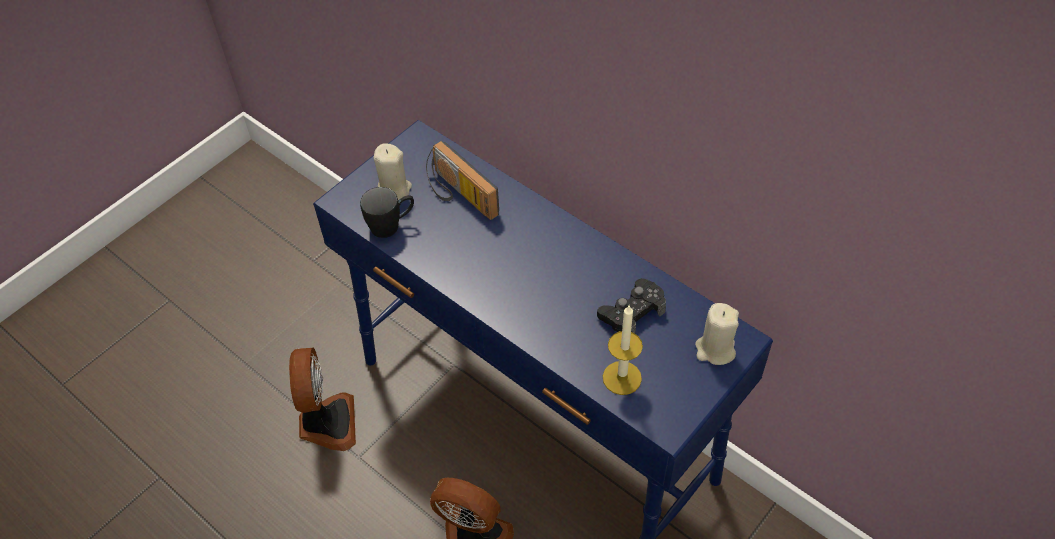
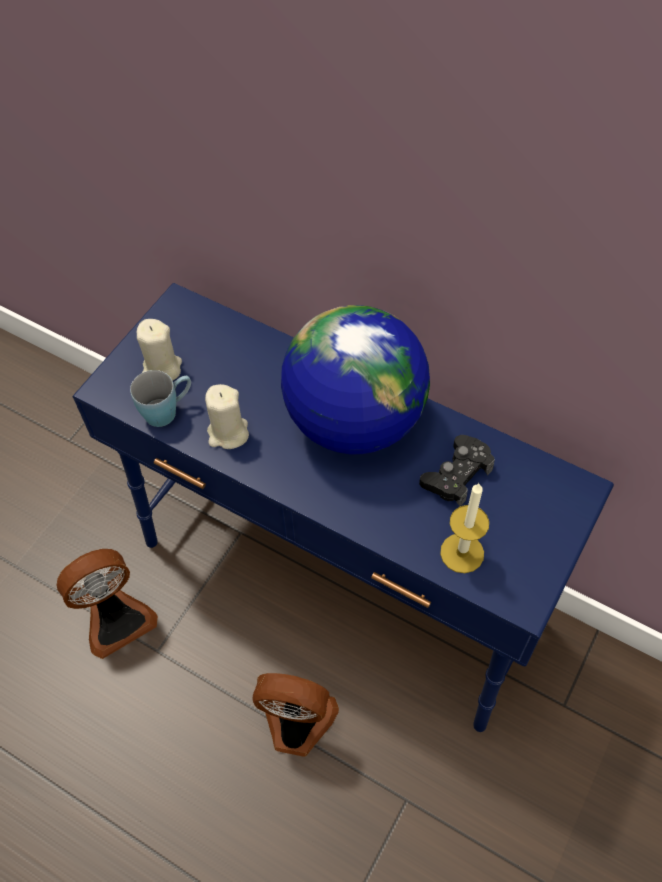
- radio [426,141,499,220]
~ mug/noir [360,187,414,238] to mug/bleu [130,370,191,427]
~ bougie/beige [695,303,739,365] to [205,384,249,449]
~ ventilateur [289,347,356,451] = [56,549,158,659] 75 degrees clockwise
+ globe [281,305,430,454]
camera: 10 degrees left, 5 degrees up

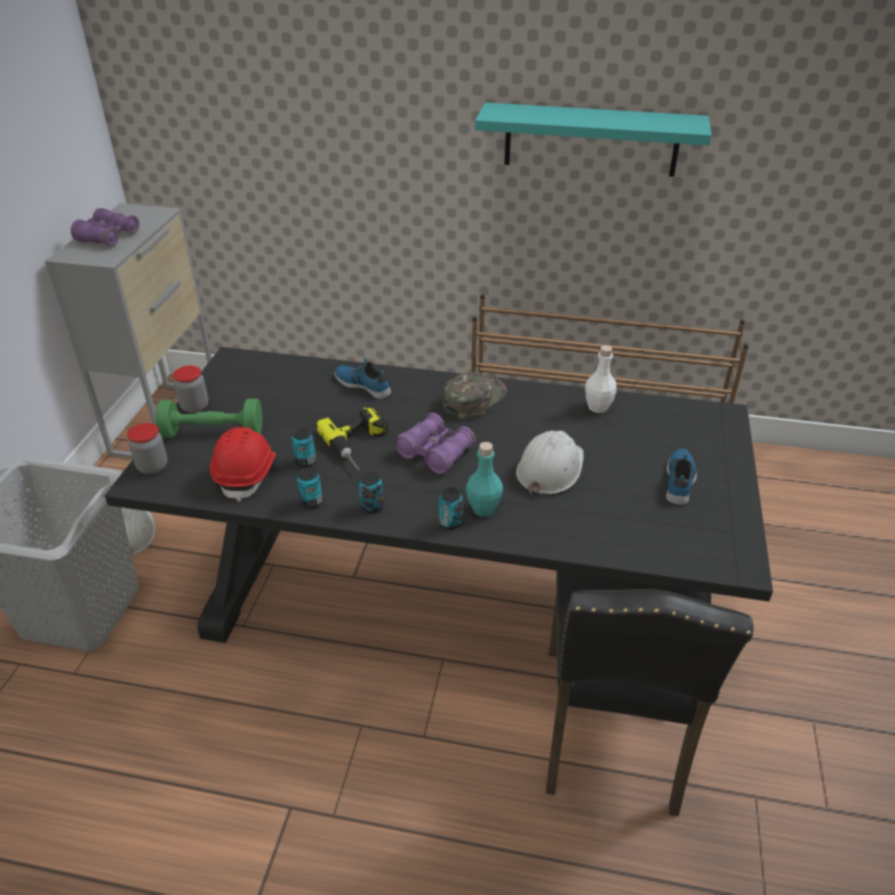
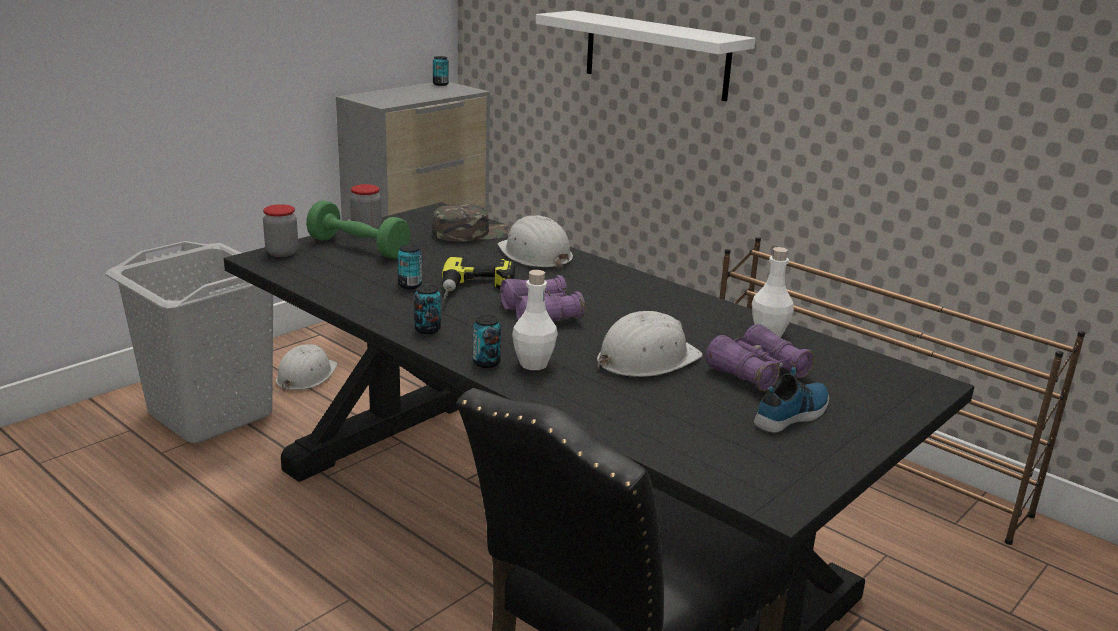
- étagère/turquoise [475,102,712,177]
~ jumelles/violet [71,208,139,246] to [706,324,814,391]
~ chaussure [334,358,391,399] to casque de chantier/blanc [498,215,573,269]
~ casquette/vert [443,373,507,419] to [432,204,512,241]
- casque de chantier/rouge [210,427,276,502]
~ bouteille/turquoise [466,442,503,517] to bouteille/blanc [512,270,558,370]
~ boîte métallique [297,468,323,509] to [433,56,449,86]
+ étagère/blanc [536,10,755,101]
camera: 30 degrees right, 15 degrees down

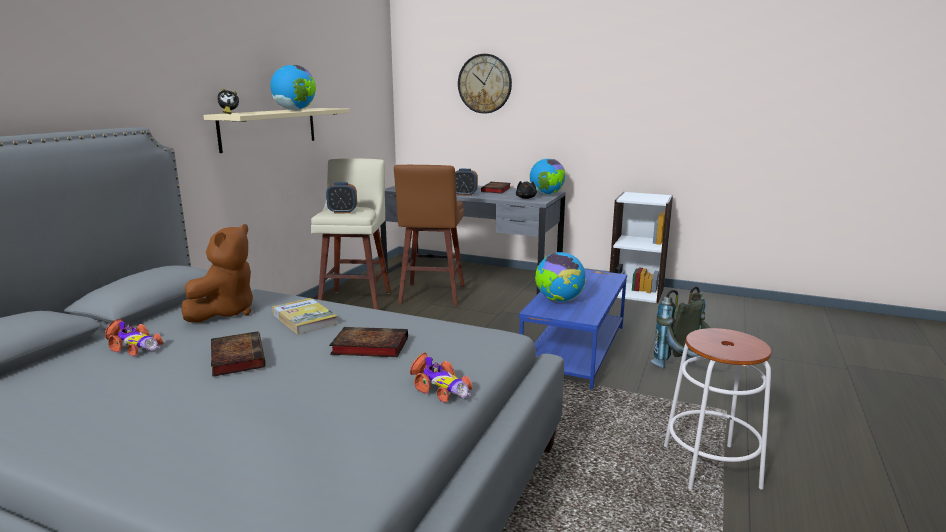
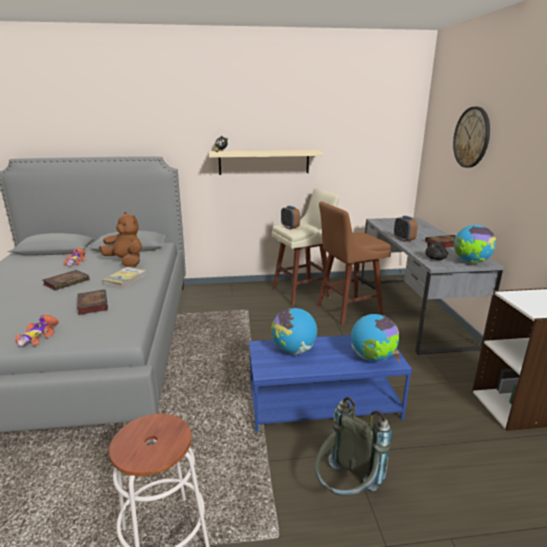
~ globe [270,65,316,110] to [351,314,399,361]
~ peluche/marron [181,224,253,322] = [99,212,142,267] 135 degrees counterclockwise
camera: 60 degrees right, 5 degrees up

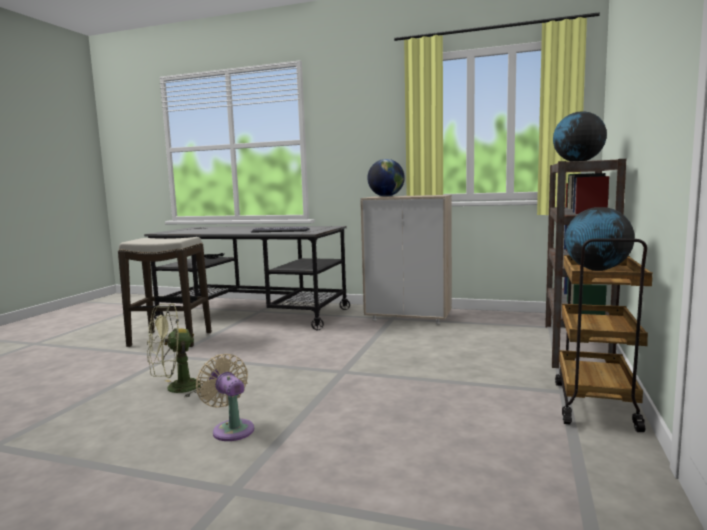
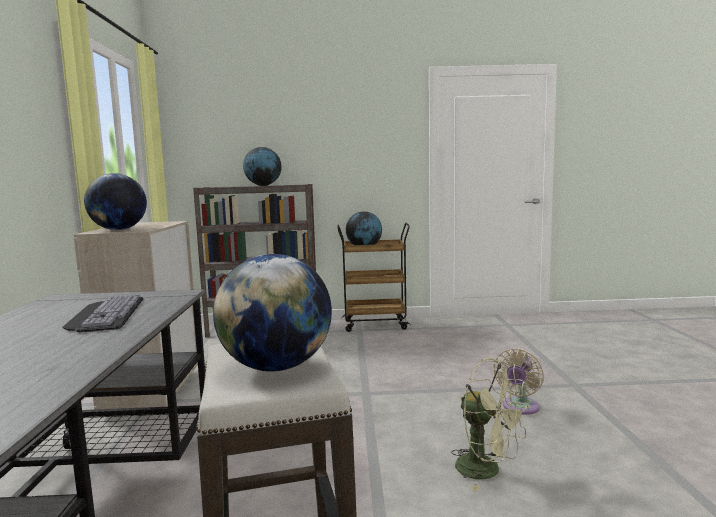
+ globe [213,254,332,372]
camera: 110 degrees left, 0 degrees up

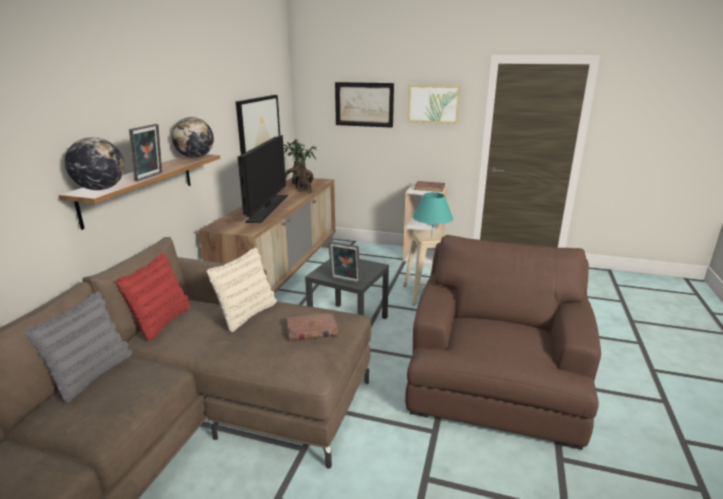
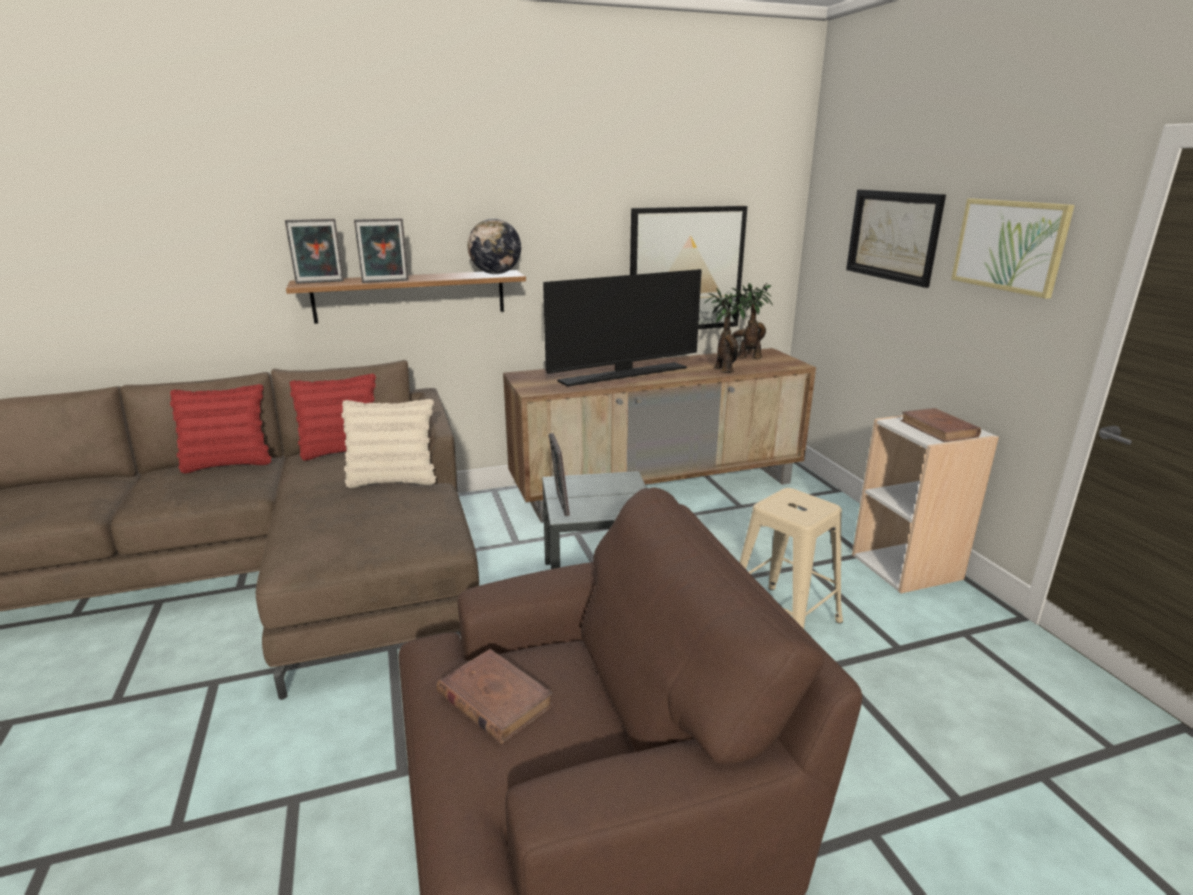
~ globe [65,137,125,190] to cadre photo [285,219,344,284]
- lampe de table/turquoise [413,192,453,238]
~ coussin/gris [24,291,132,403] to coussin/rouge [170,384,272,473]
~ livre/marron [286,312,338,341] to [437,649,554,744]
camera: 55 degrees right, 0 degrees up

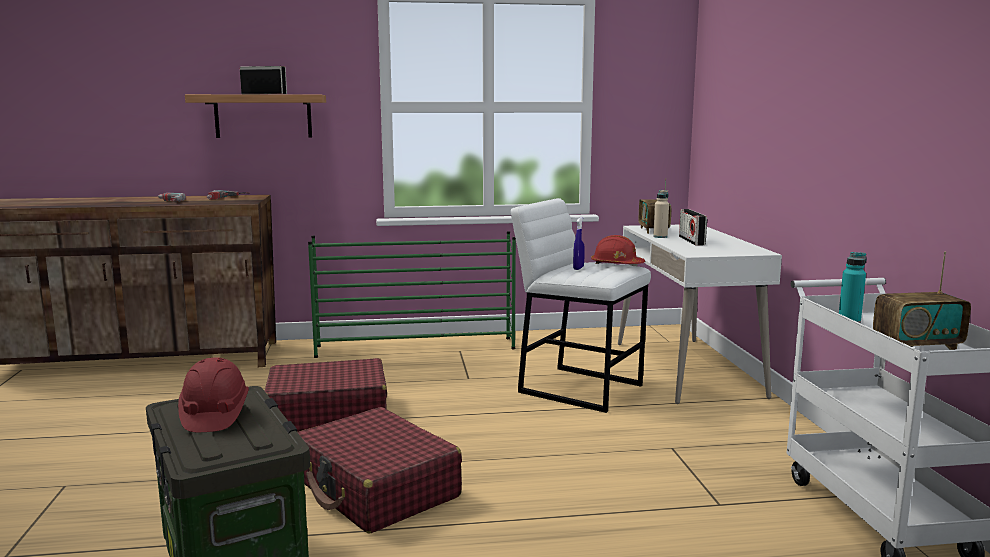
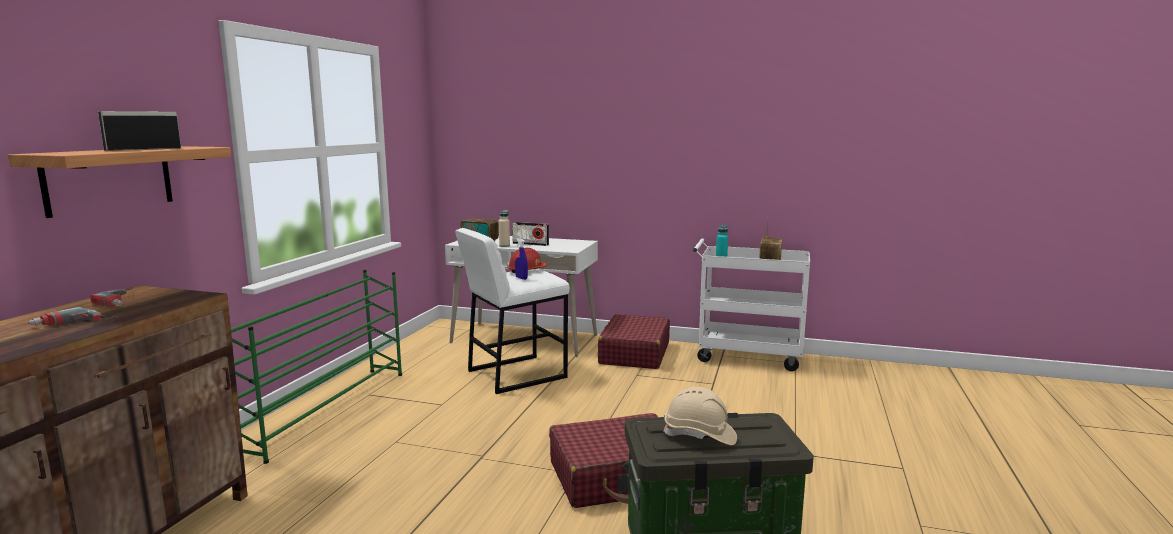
~ casque de chantier/rouge [178,358,249,432] to casque de chantier/beige [663,387,737,445]
~ valise/rouge [265,358,387,432] to [598,314,670,369]
camera: 65 degrees left, 0 degrees up

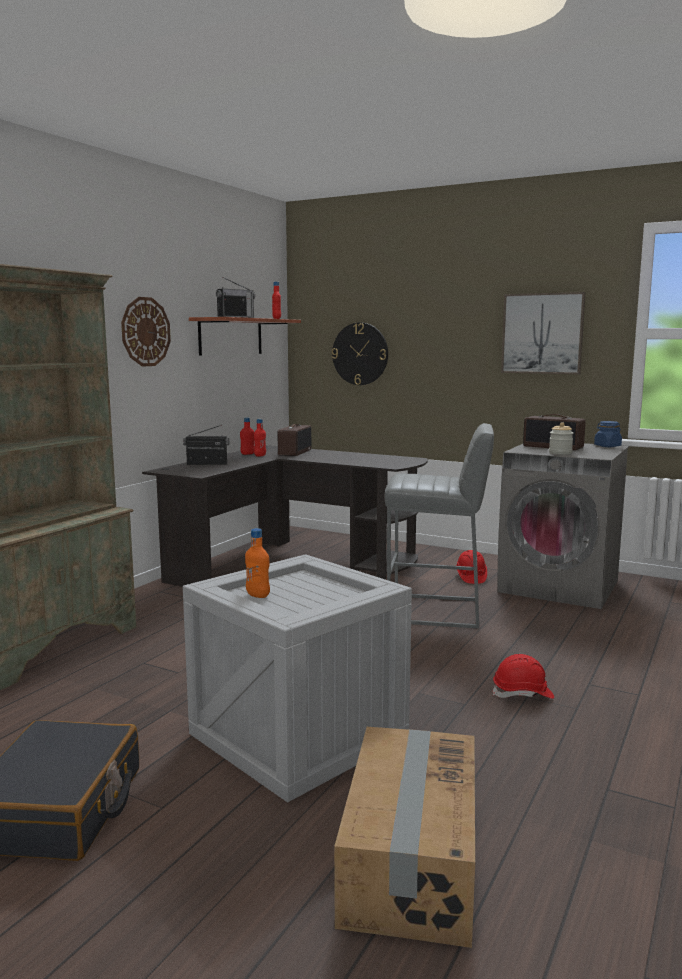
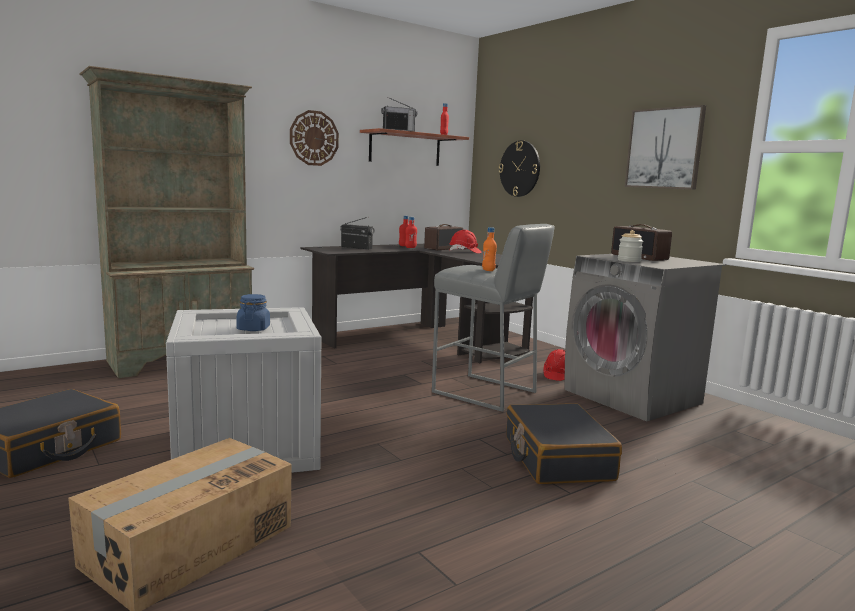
~ bocal/bleu [594,421,622,447] to [236,294,270,331]
~ bouteille/orange [245,528,270,598] to [482,227,497,271]
~ casque de chantier/rouge [493,654,554,699] to [449,230,481,253]
+ valise/noir [506,403,622,484]
camera: 25 degrees right, 0 degrees up

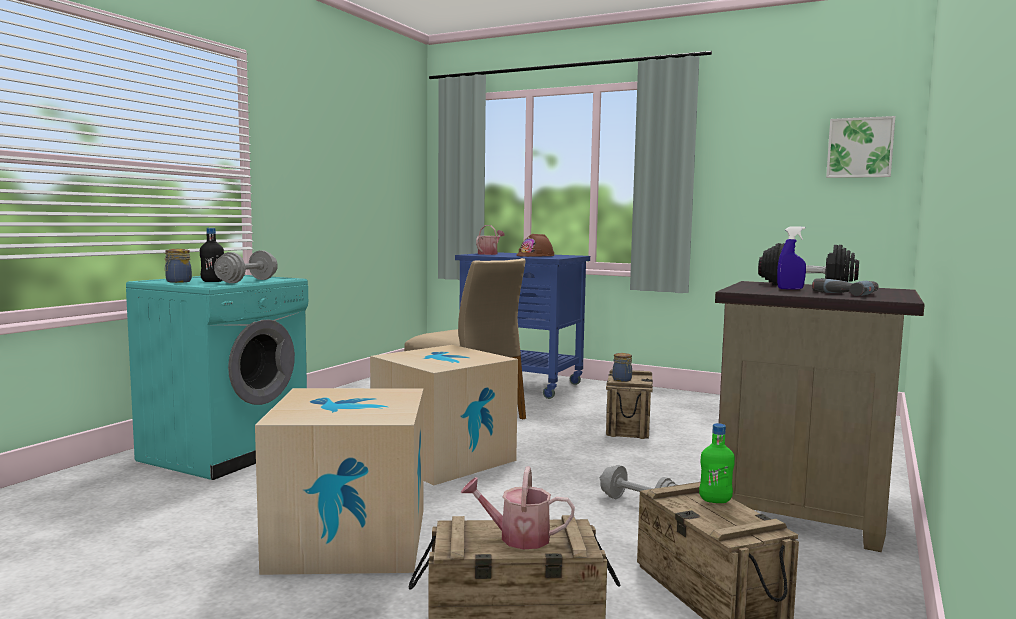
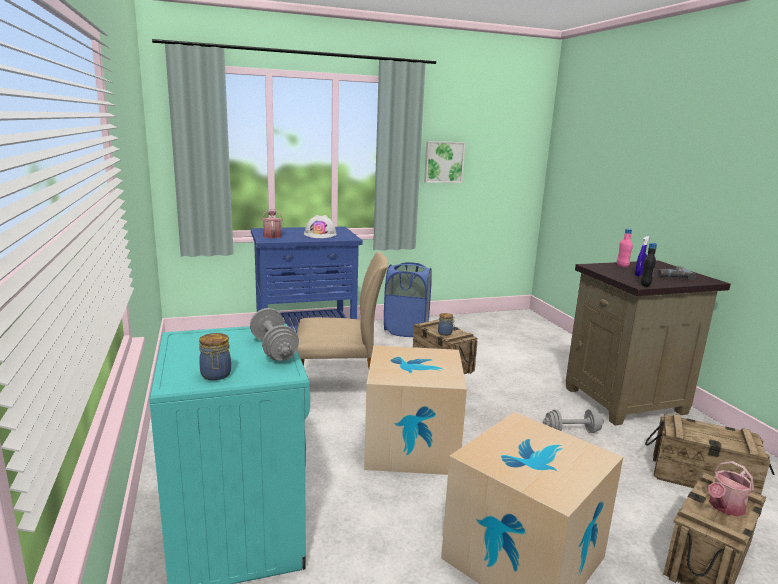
~ tableau [826,116,895,178] to [424,141,466,183]
~ bouteille/noir [200,228,224,282] to [641,243,657,287]
~ casque de chantier/marron [516,234,554,257] to casque de chantier/blanc [304,215,337,238]
~ haltère/noir [758,243,859,286] to bouteille/rose [617,229,633,268]
- bouteille/vert [699,423,735,503]
+ panier à linge/bleu [384,262,432,337]
camera: 45 degrees left, 10 degrees up

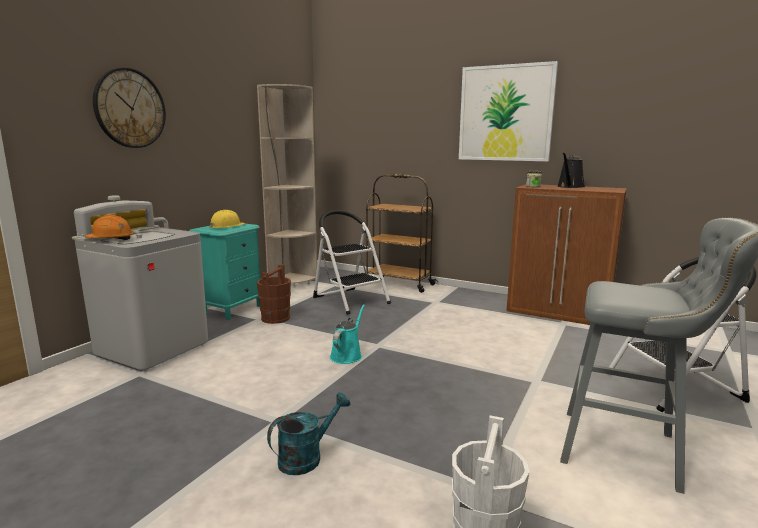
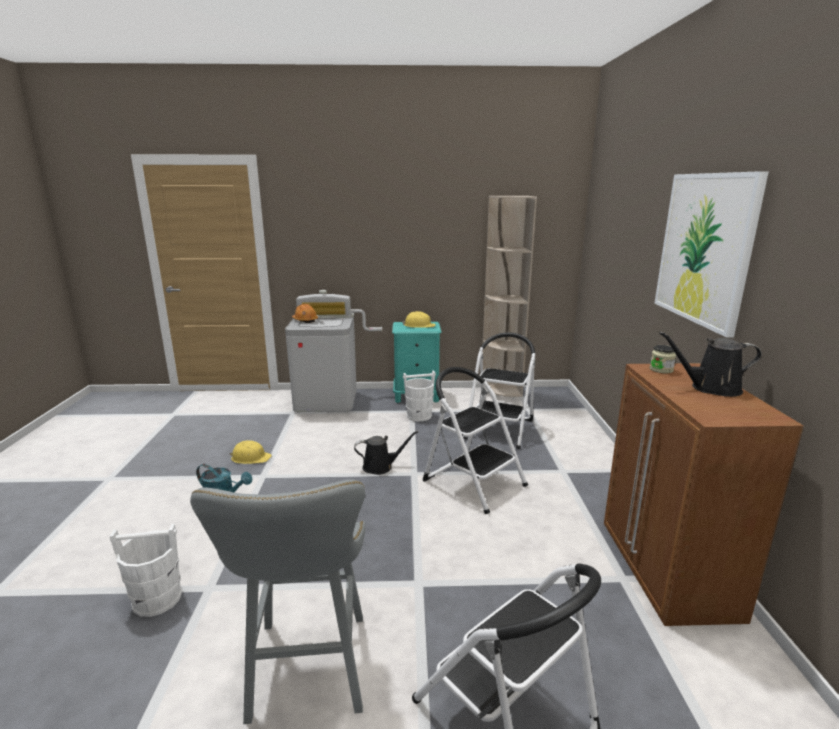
- horloge murale [93,68,166,148]
- chariot/marron [366,174,438,293]
~ seau/marron [257,264,291,324] to seau/blanc [403,370,436,421]
~ arrosoir/turquoise [330,304,365,364] to arrosoir/noir [354,431,418,475]
+ escabeau [423,367,528,514]
+ casque de chantier/jaune [229,440,272,464]
camera: 60 degrees right, 5 degrees up

